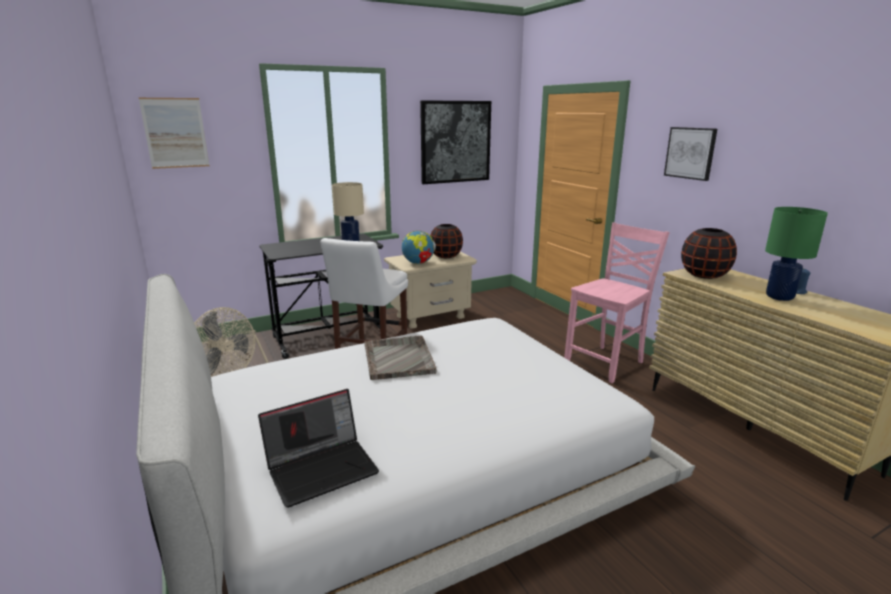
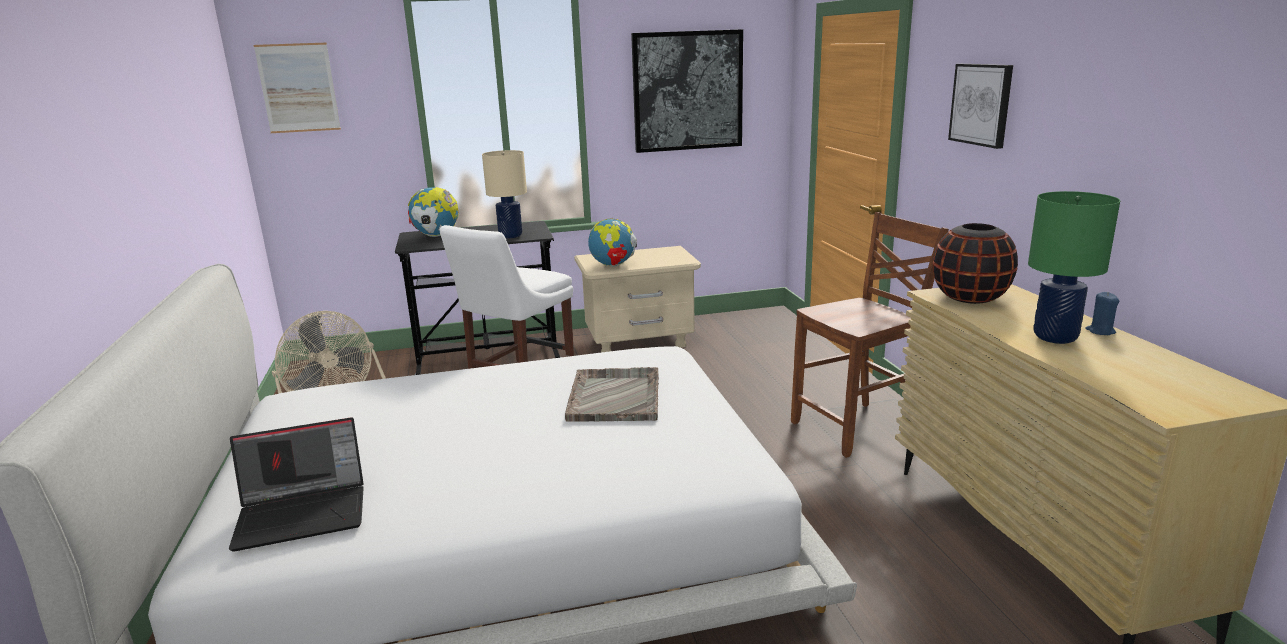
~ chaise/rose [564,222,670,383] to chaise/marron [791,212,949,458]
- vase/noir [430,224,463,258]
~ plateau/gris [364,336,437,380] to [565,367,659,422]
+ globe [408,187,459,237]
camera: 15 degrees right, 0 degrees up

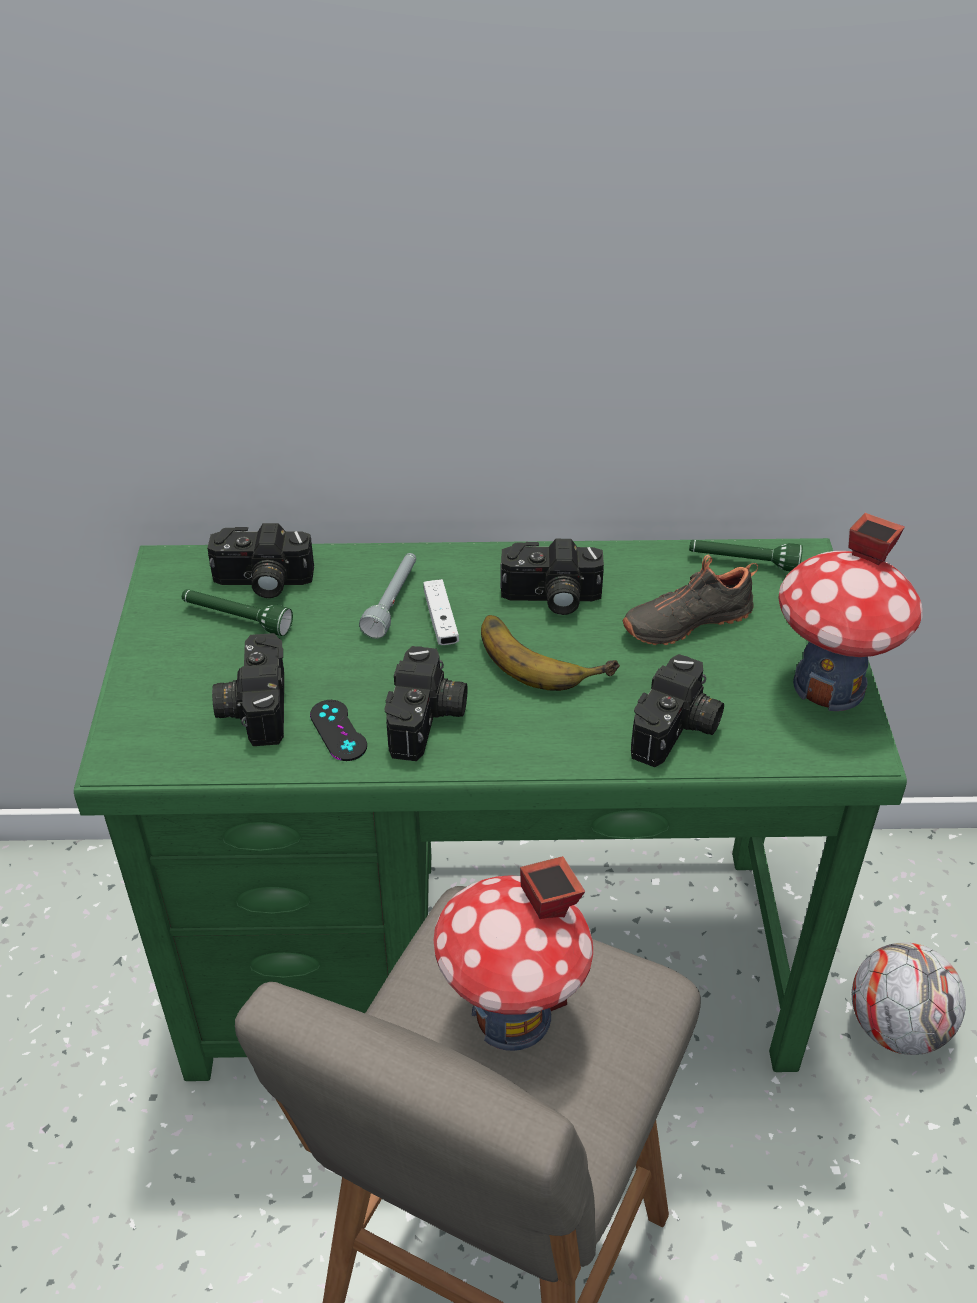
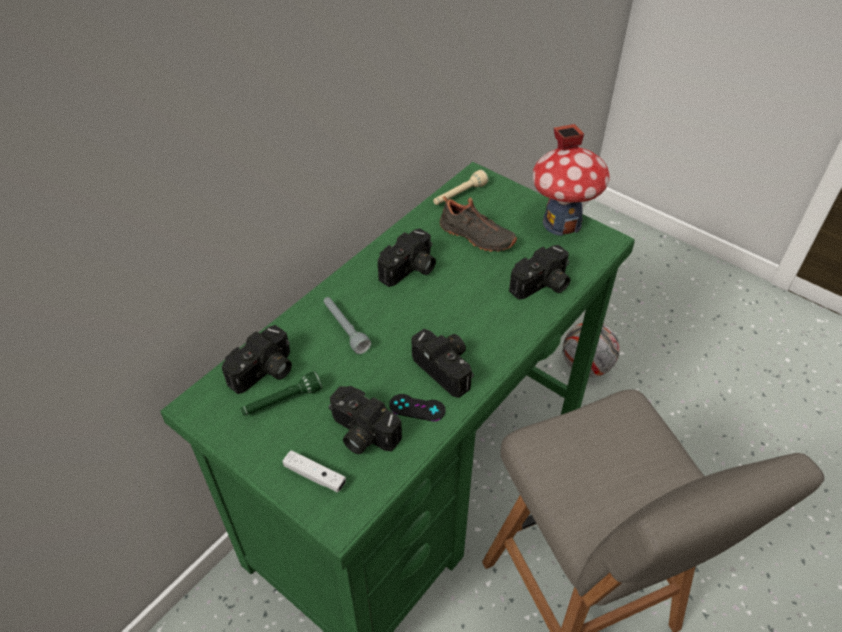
~ lampe de poche/vert [689,540,803,572] to lampe de poche/beige [433,170,488,205]
~ chaussure/noir [622,555,758,645] = [440,196,517,252] 75 degrees counterclockwise
~ manette/blanc [423,579,459,645] to [282,450,346,493]
- banane [481,615,620,691]
~ appareil photo [631,654,724,767] = [509,245,570,300] 75 degrees clockwise
- maison miniature [434,856,593,1051]
camera: 50 degrees left, 5 degrees up

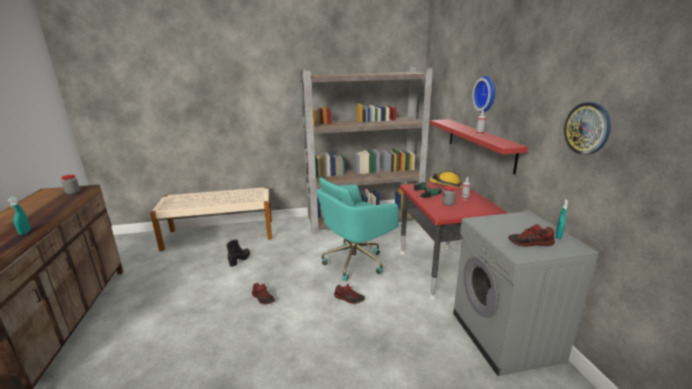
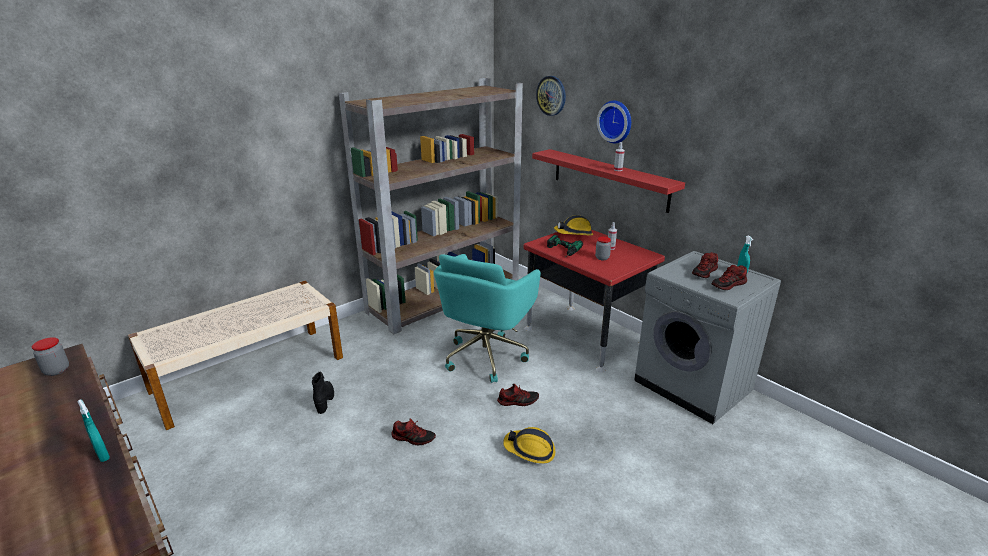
~ horloge murale [564,102,611,155] to [536,76,566,116]
+ chaussure [692,252,718,278]
+ casque de chantier [503,427,555,464]
camera: 30 degrees left, 5 degrees up

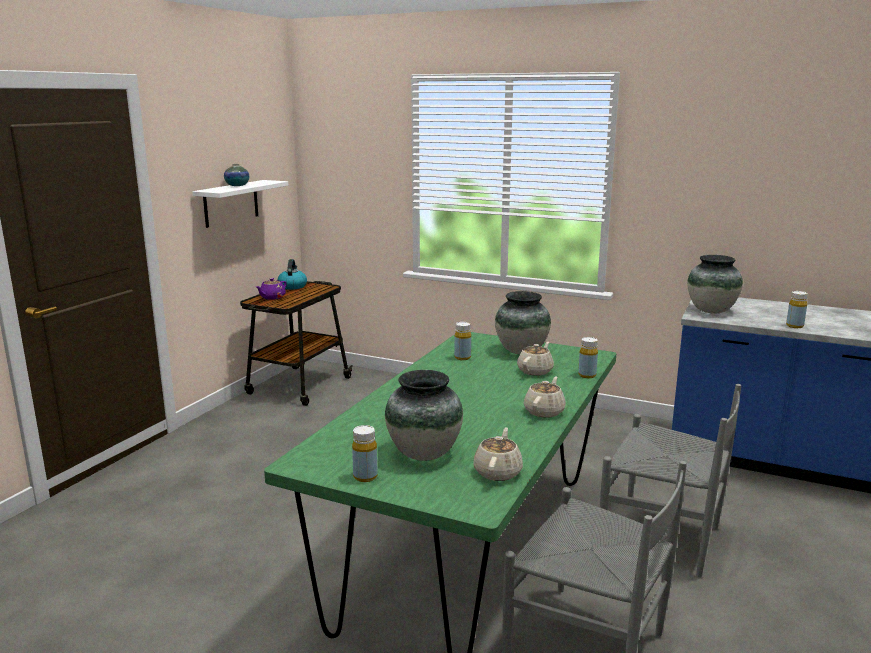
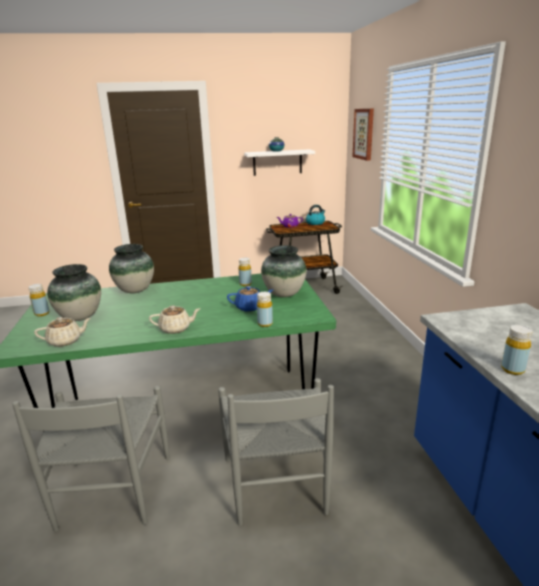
~ vase [687,255,743,314] to [109,244,154,293]
~ théière/beige [517,342,554,376] to théière/bleu [227,286,273,312]
+ tableau [353,109,374,161]
camera: 55 degrees right, 5 degrees up

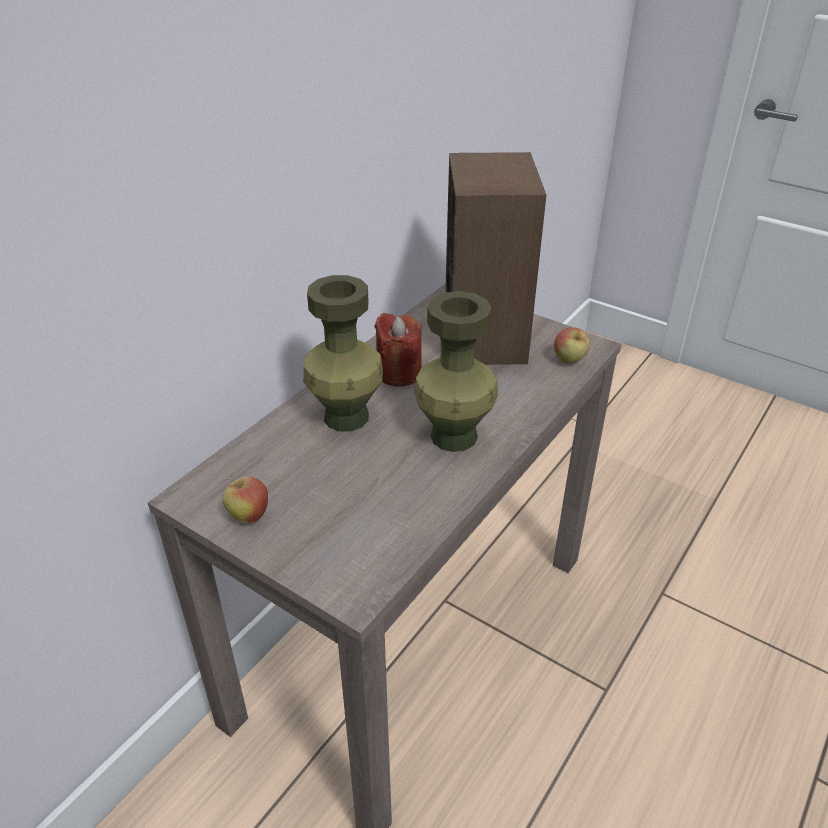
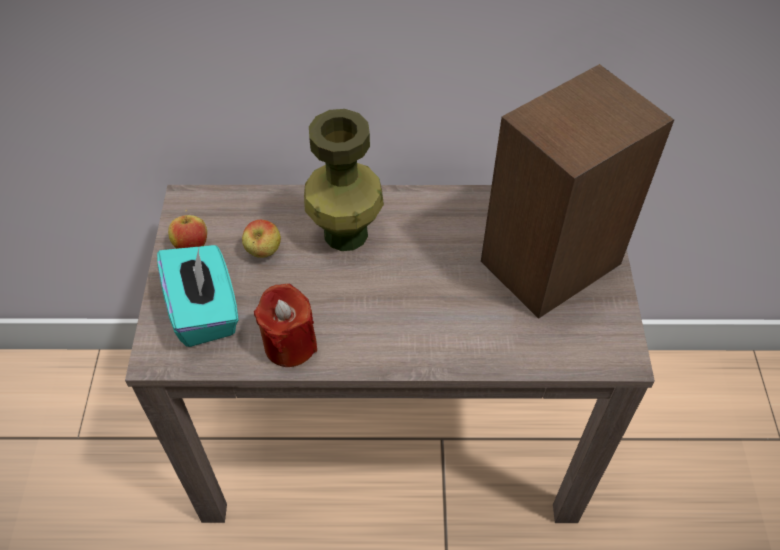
- vase/vert [414,291,498,452]
~ bougie/rouge [374,313,422,387] to [254,283,317,367]
~ pomme [554,327,590,363] to [242,220,281,258]
+ boîte à mouchoirs/turquoise [157,245,239,347]
camera: 55 degrees right, 15 degrees up

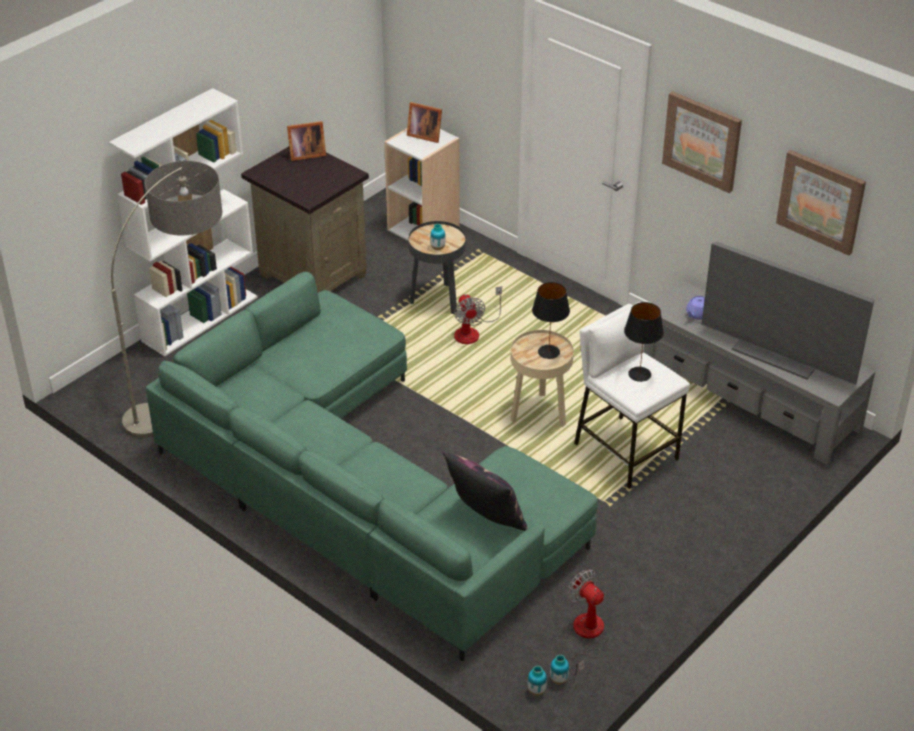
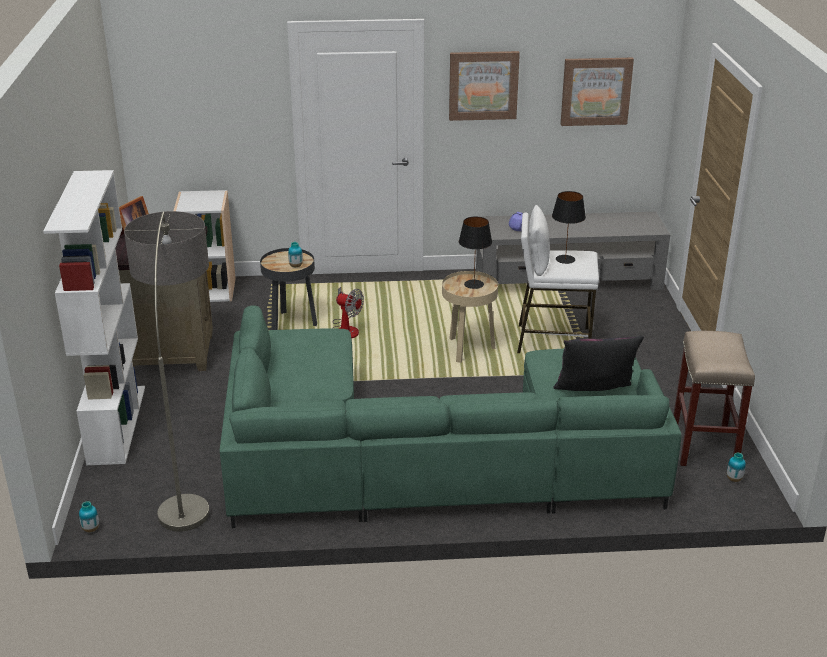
- cadre photo [407,102,442,143]
- téléviseur [702,242,874,386]
~ ventilateur [567,569,605,676] to tabouret/beige [673,331,755,466]
~ vase [528,666,547,696] to [79,501,99,532]
camera: 45 degrees left, 10 degrees down

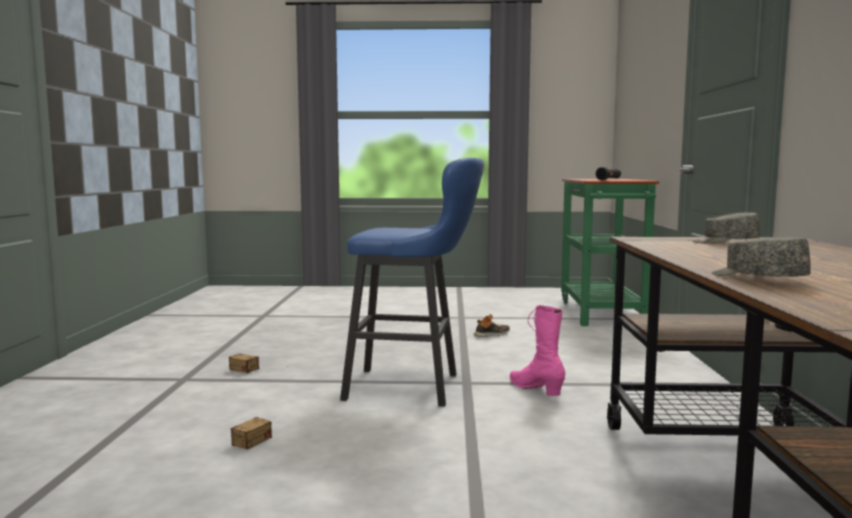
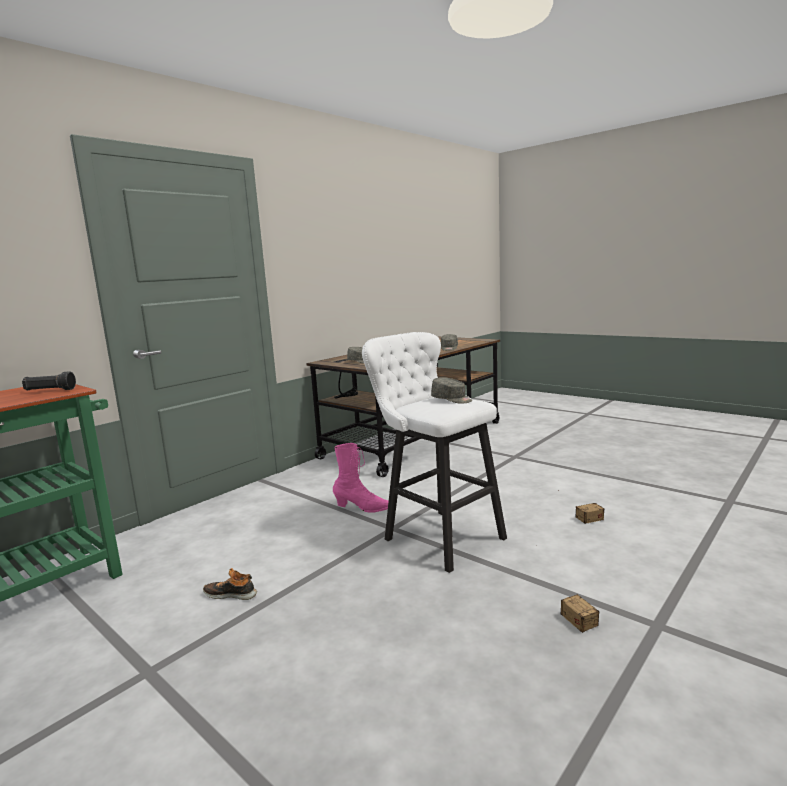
~ tabouret/bleu [340,157,484,407] to tabouret/blanc [362,332,507,573]
~ botte/rose [510,305,565,396] = [333,443,389,513] 90 degrees counterclockwise
+ casquette/gris [431,377,472,404]
camera: 140 degrees left, 5 degrees up

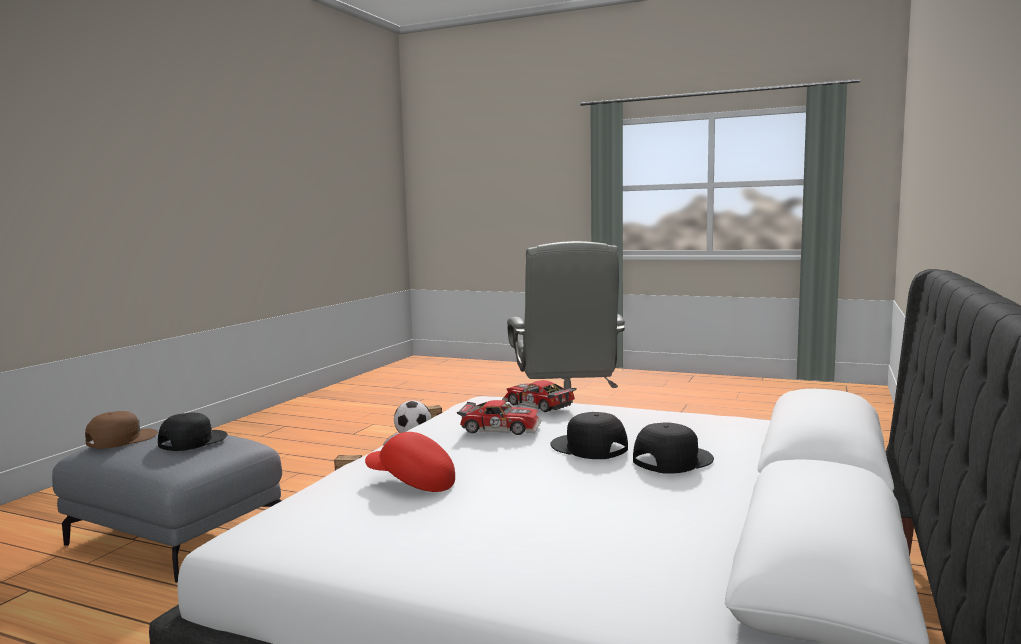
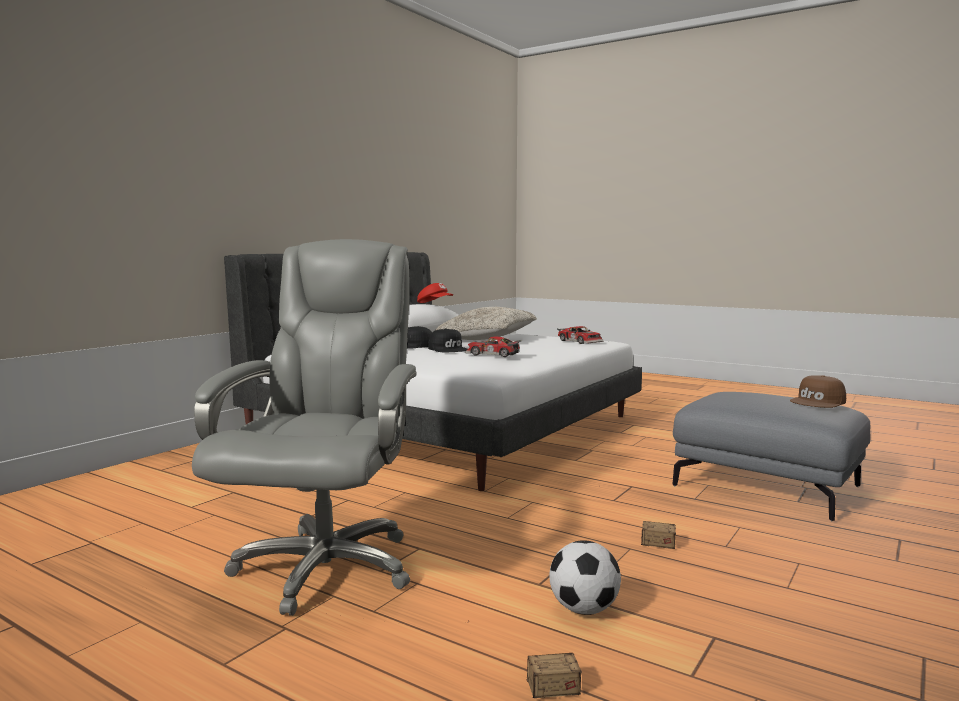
~ petite voiture [502,380,577,412] to [557,326,603,344]
- casquette/noir [158,413,228,451]
~ casquette/rouge [365,432,455,492] to [417,283,453,303]
+ coussin/beige [435,307,537,340]
camera: 170 degrees left, 0 degrees up

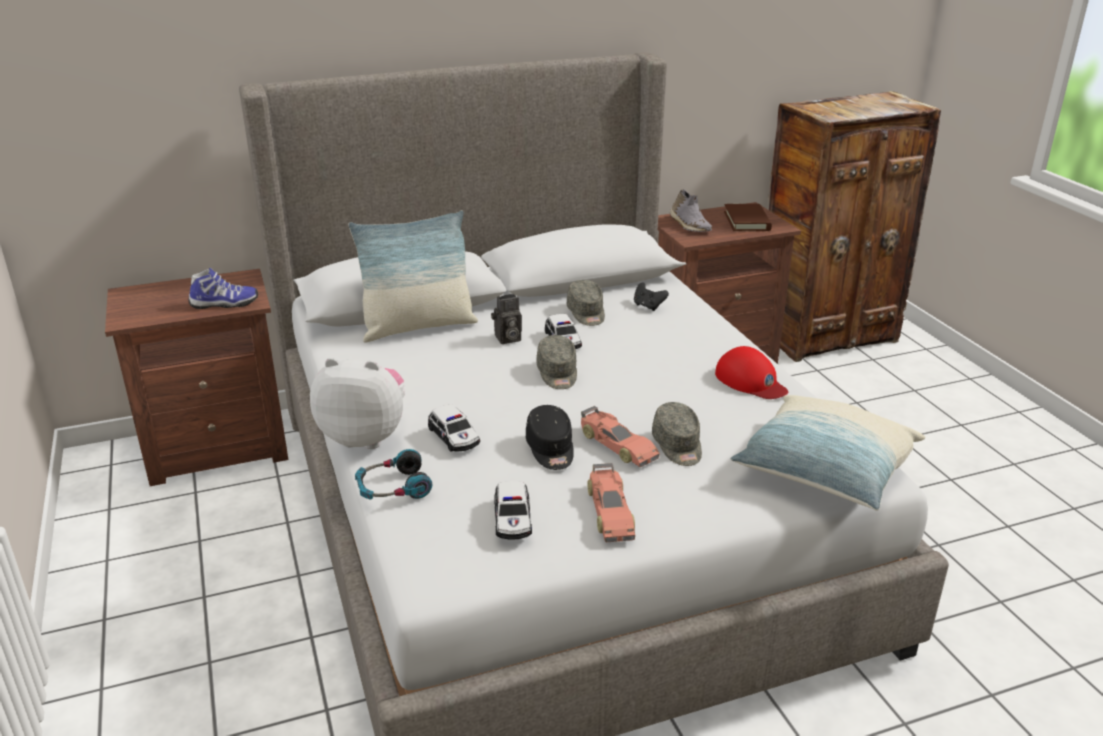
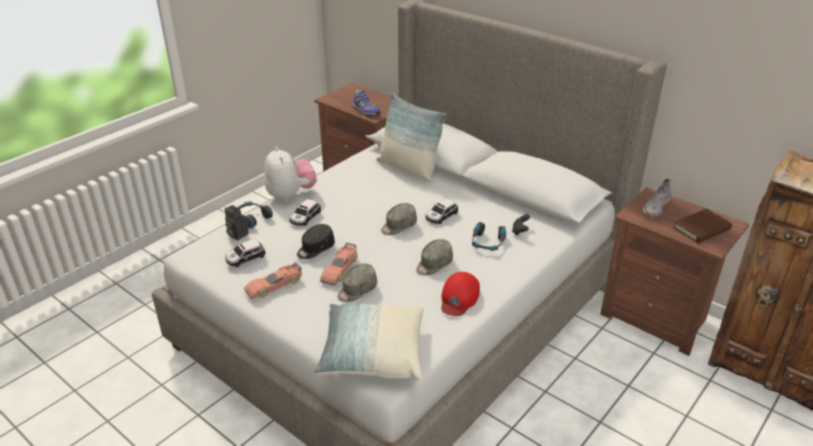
~ casquette/gris [567,280,605,326] to [416,239,453,276]
~ appareil photo [491,294,522,344] to [225,205,249,240]
+ casque audio [472,222,506,251]
camera: 60 degrees right, 5 degrees up

